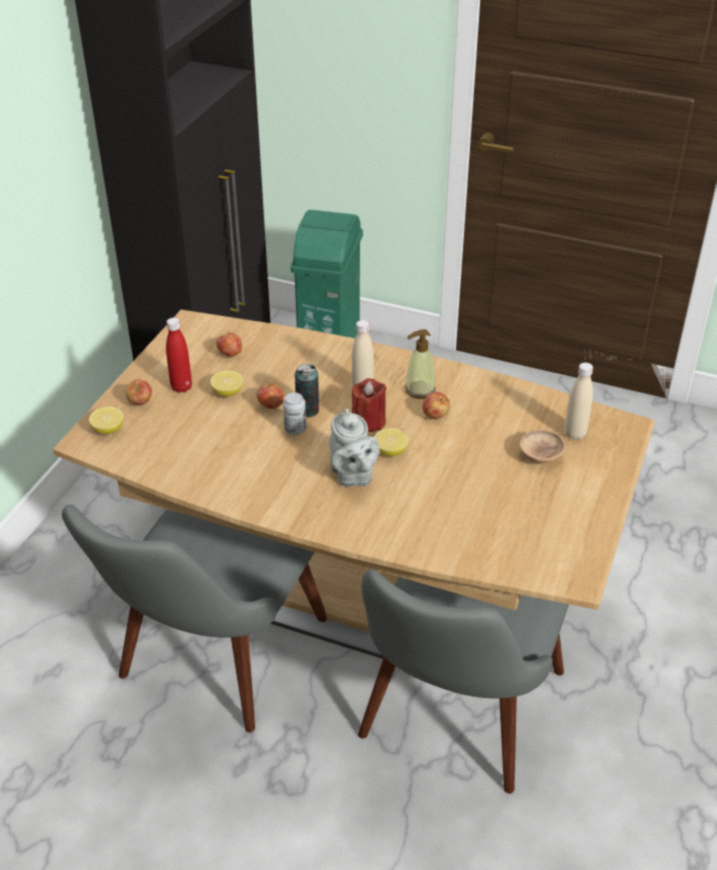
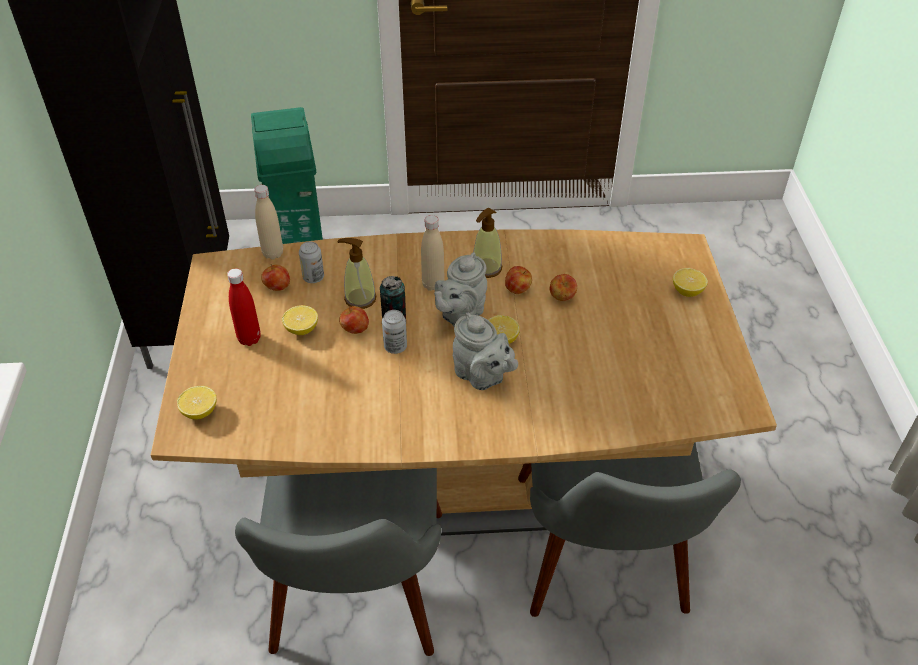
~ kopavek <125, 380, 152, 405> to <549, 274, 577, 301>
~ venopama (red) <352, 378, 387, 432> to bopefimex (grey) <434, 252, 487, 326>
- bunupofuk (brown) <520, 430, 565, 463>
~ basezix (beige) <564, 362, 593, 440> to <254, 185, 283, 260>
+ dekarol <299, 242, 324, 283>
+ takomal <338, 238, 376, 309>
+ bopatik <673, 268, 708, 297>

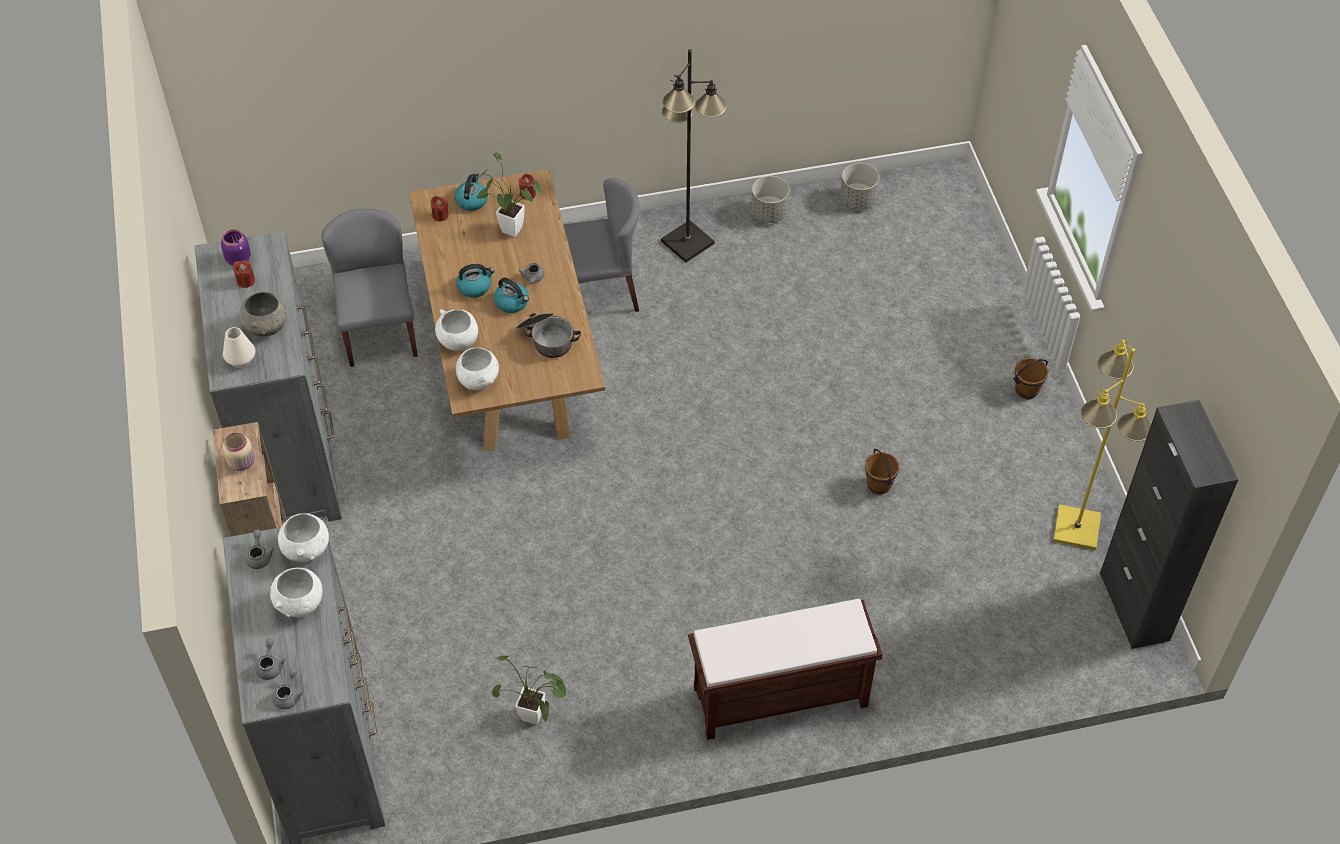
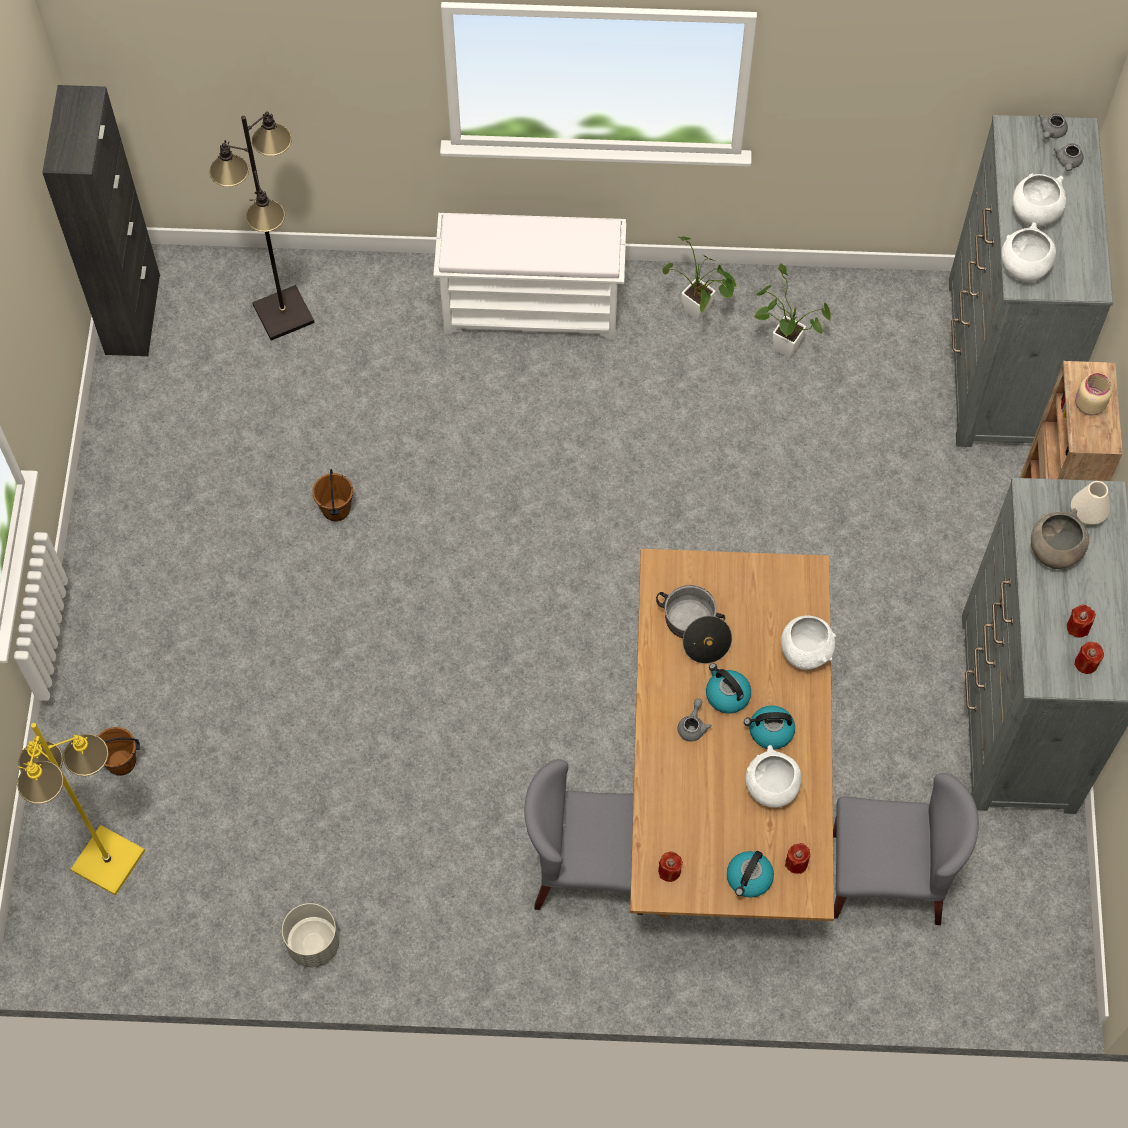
~ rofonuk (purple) <221, 230, 251, 266> to venopama (red) <1074, 642, 1104, 674>
- bopefimex (grey) <245, 530, 275, 569>
~ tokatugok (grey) <321, 209, 418, 367> = <833, 773, 979, 925> 90 degrees counterclockwise
~ bunupofuk (white) <456, 347, 499, 390> to <745, 745, 801, 808>
~ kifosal <476, 152, 543, 237> to <662, 237, 737, 321>
~ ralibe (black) <661, 49, 727, 262> to <209, 112, 315, 341>
~ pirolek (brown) <688, 599, 883, 740> to pirolek (white) <434, 213, 626, 339>
- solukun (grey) <840, 163, 879, 210>
~ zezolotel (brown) <1013, 358, 1049, 400> to <98, 727, 140, 776>
~ ralibe (yellow) <1053, 340, 1152, 550> to <17, 723, 145, 896>

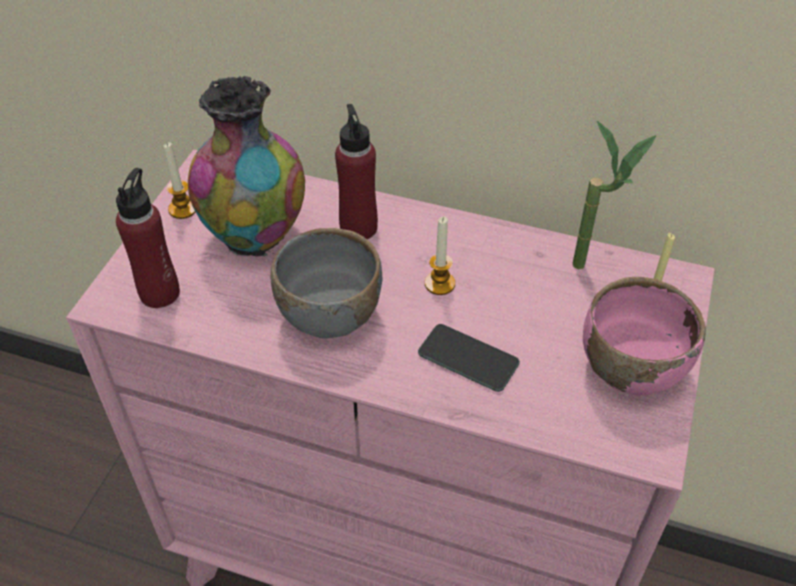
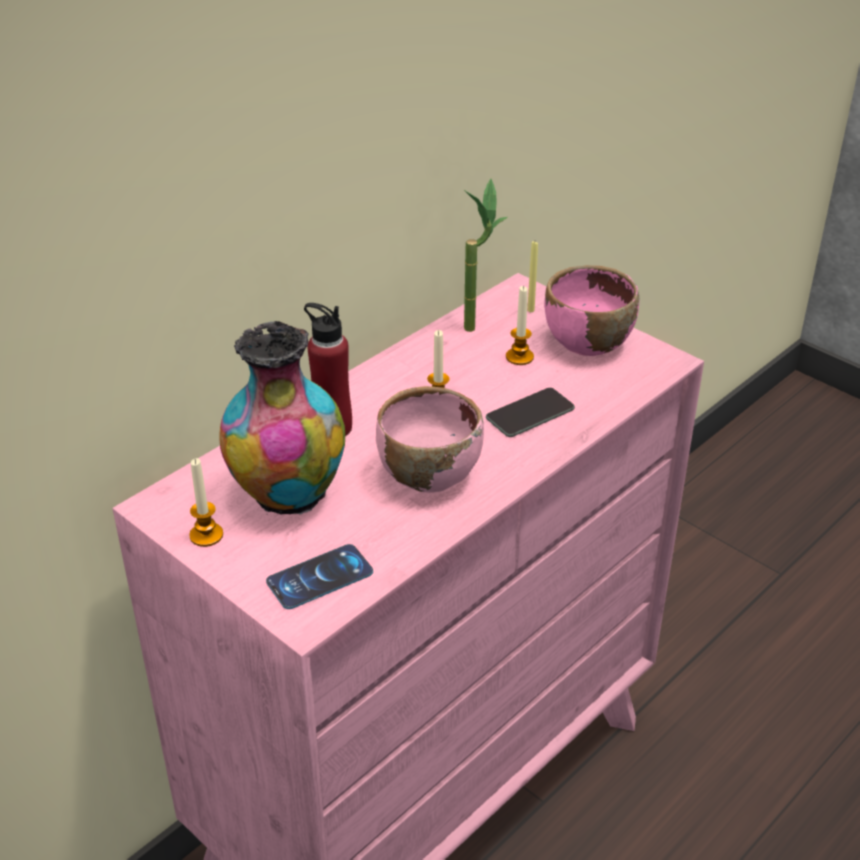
~ basezix (red) <116, 168, 180, 308> to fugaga <266, 544, 373, 609>
~ bunupofuk (grey) <270, 228, 383, 339> to bunupofuk (pink) <376, 386, 484, 492>
+ venopama <506, 286, 534, 365>

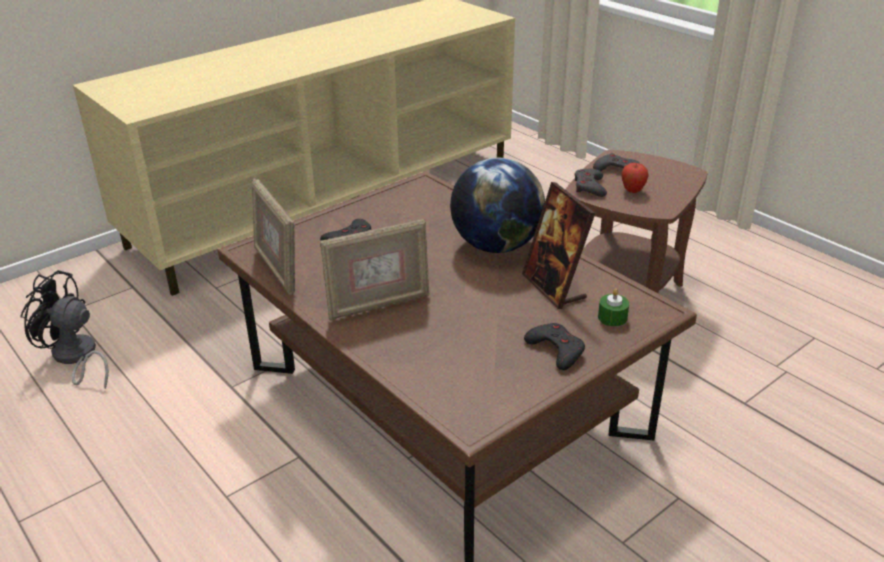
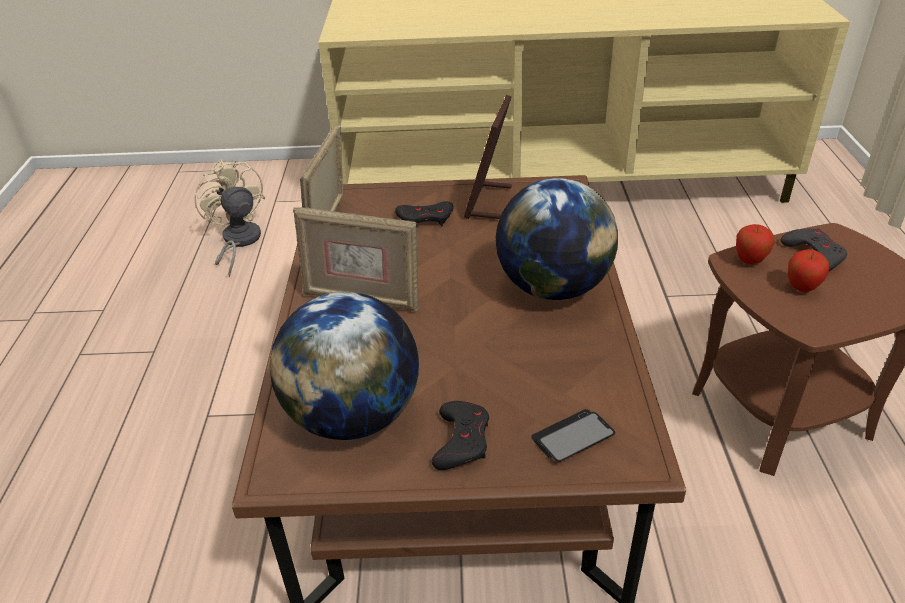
~ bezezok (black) <20, 270, 109, 389> to bezezok (beige) <194, 159, 265, 277>
~ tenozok <522, 182, 595, 309> to <464, 95, 512, 219>
~ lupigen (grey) <575, 169, 607, 197> to kopavek <736, 224, 774, 265>
~ venopama (green) <598, 289, 629, 327> to fugaga <532, 409, 615, 462>
+ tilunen <270, 292, 419, 440>

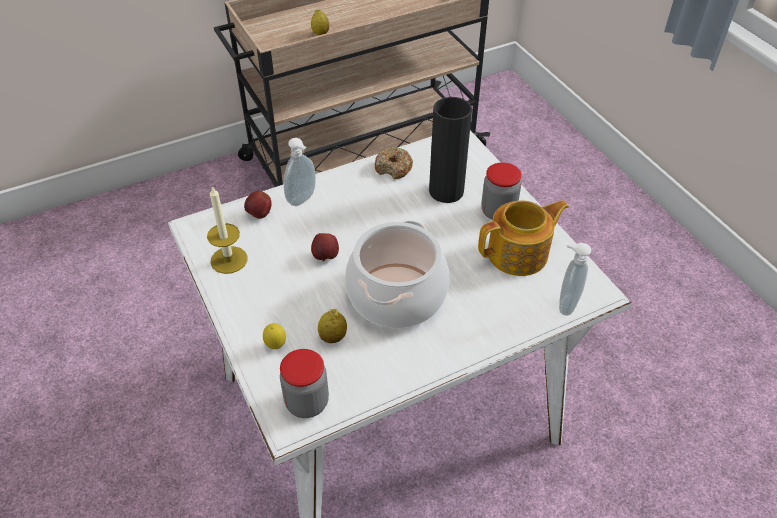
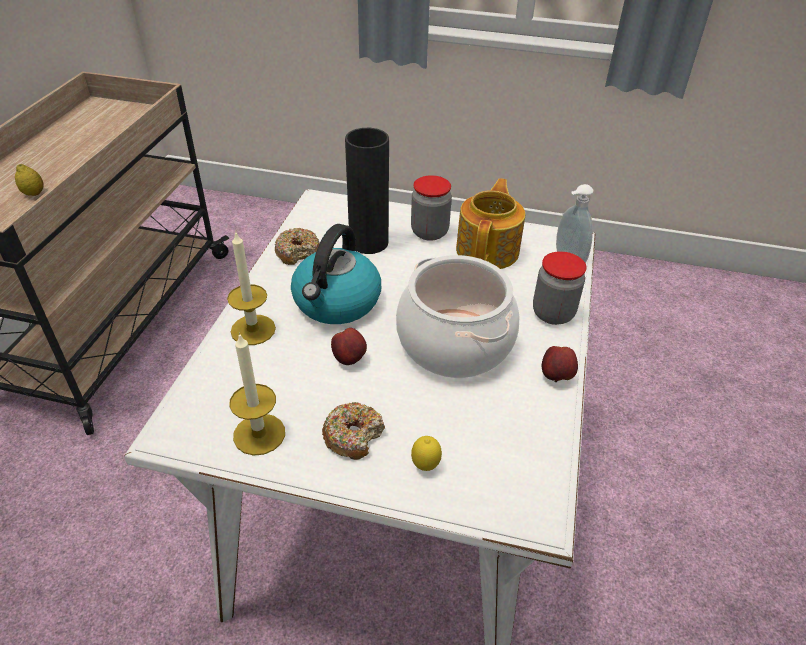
~ kopavek <244, 191, 272, 219> to <542, 346, 578, 382>
~ rofonuk <280, 349, 329, 418> to <533, 251, 587, 325>
~ takomal <284, 138, 316, 206> to venopama <227, 231, 276, 345>
- bopatik <318, 309, 347, 343>
+ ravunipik <291, 224, 381, 324>
+ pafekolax <322, 402, 385, 460>

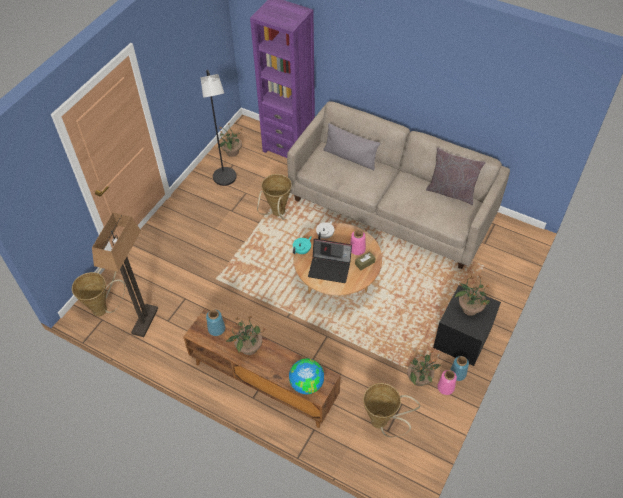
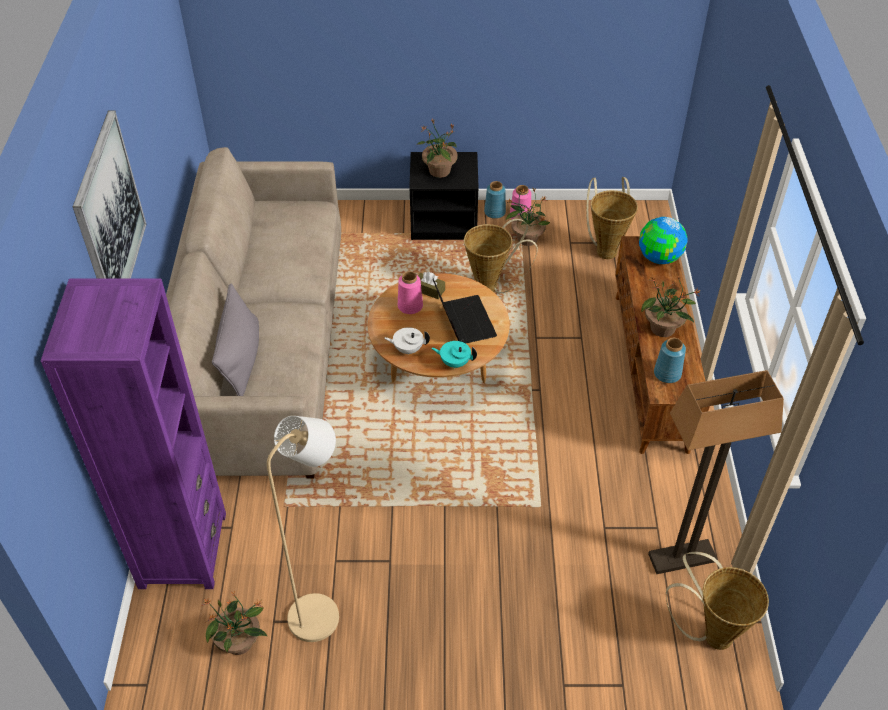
~ ralibe (black) <200, 70, 237, 186> to ralibe (beige) <267, 416, 339, 642>
~ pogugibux <257, 174, 292, 220> to <464, 219, 538, 293>
- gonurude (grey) <426, 147, 486, 205>
+ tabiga <73, 111, 146, 279>

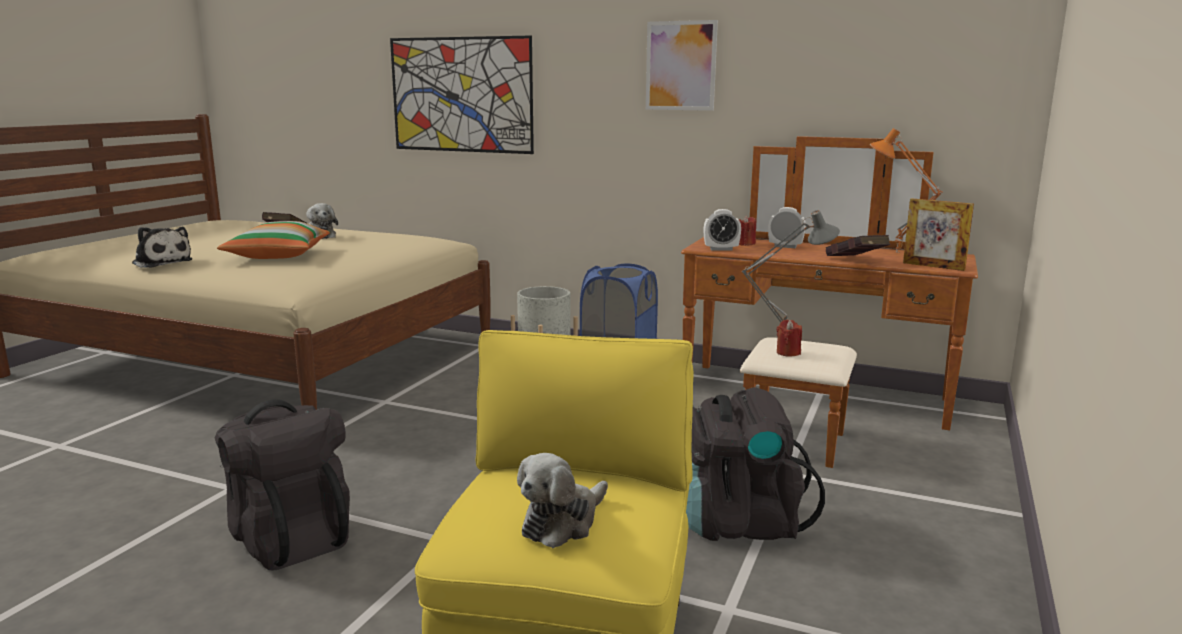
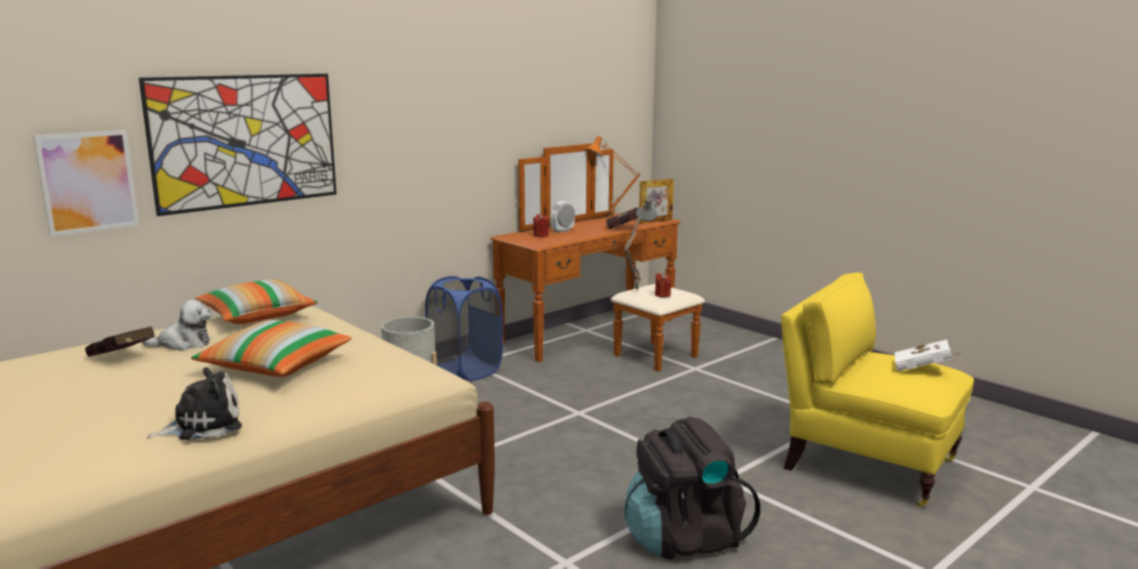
~ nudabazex <517, 453, 608, 548> to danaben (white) <894, 340, 960, 371>
~ tabiga <646, 20, 718, 111> to <33, 130, 139, 236>
- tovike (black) <686, 387, 825, 541>
- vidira <704, 209, 741, 251>
+ gonurude <195, 279, 318, 324>

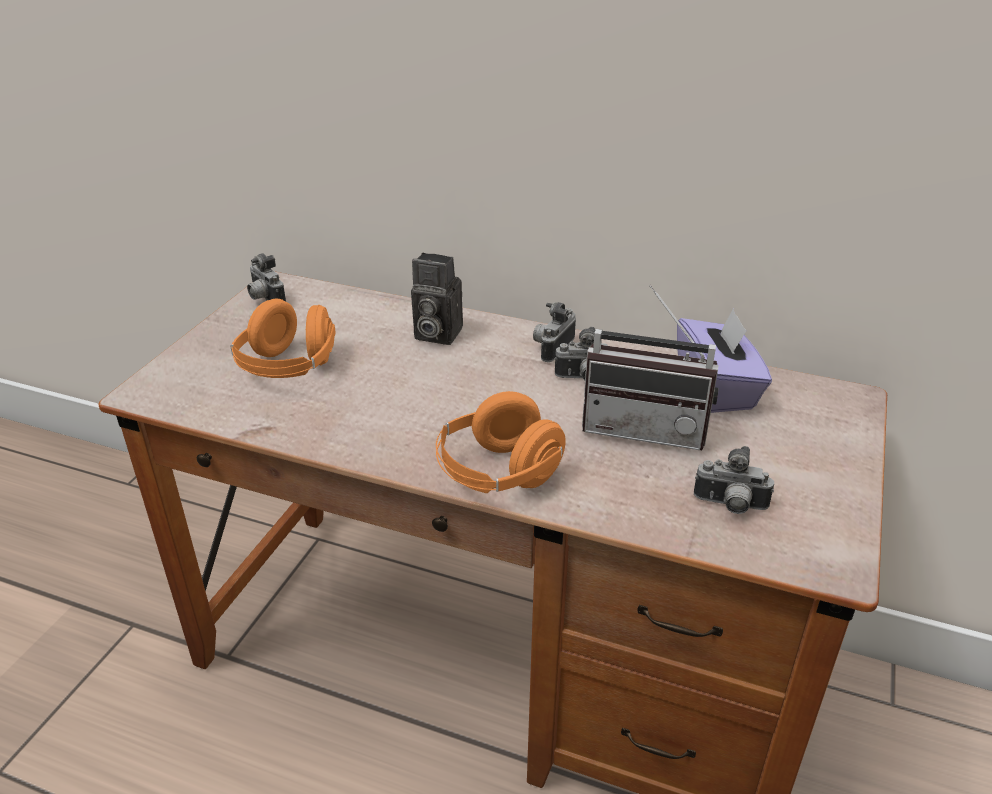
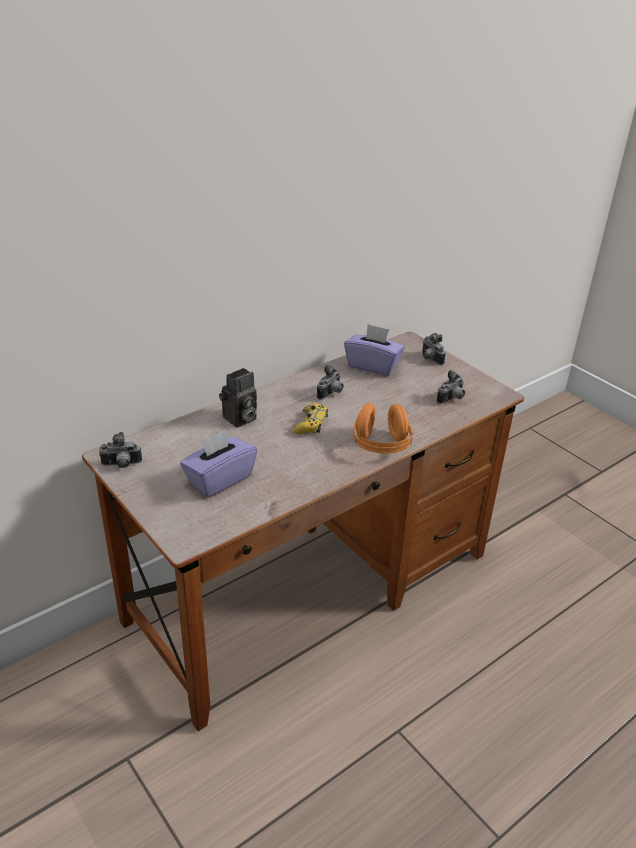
~ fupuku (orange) <231, 299, 336, 378> to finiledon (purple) <180, 429, 257, 497>
~ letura <533, 302, 576, 362> to <422, 333, 446, 365>
- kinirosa <582, 285, 719, 450>
+ lupigen (yellow) <293, 403, 328, 434>

